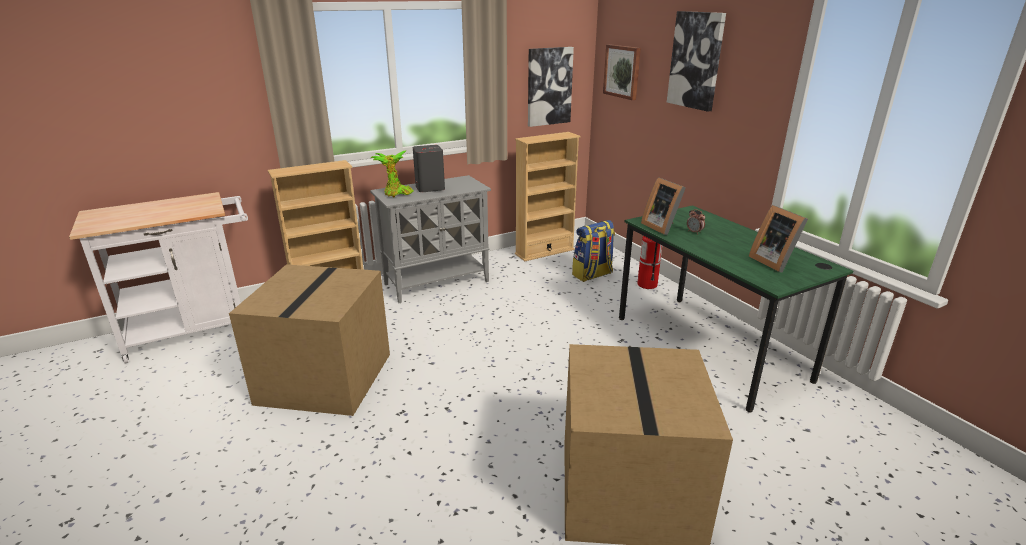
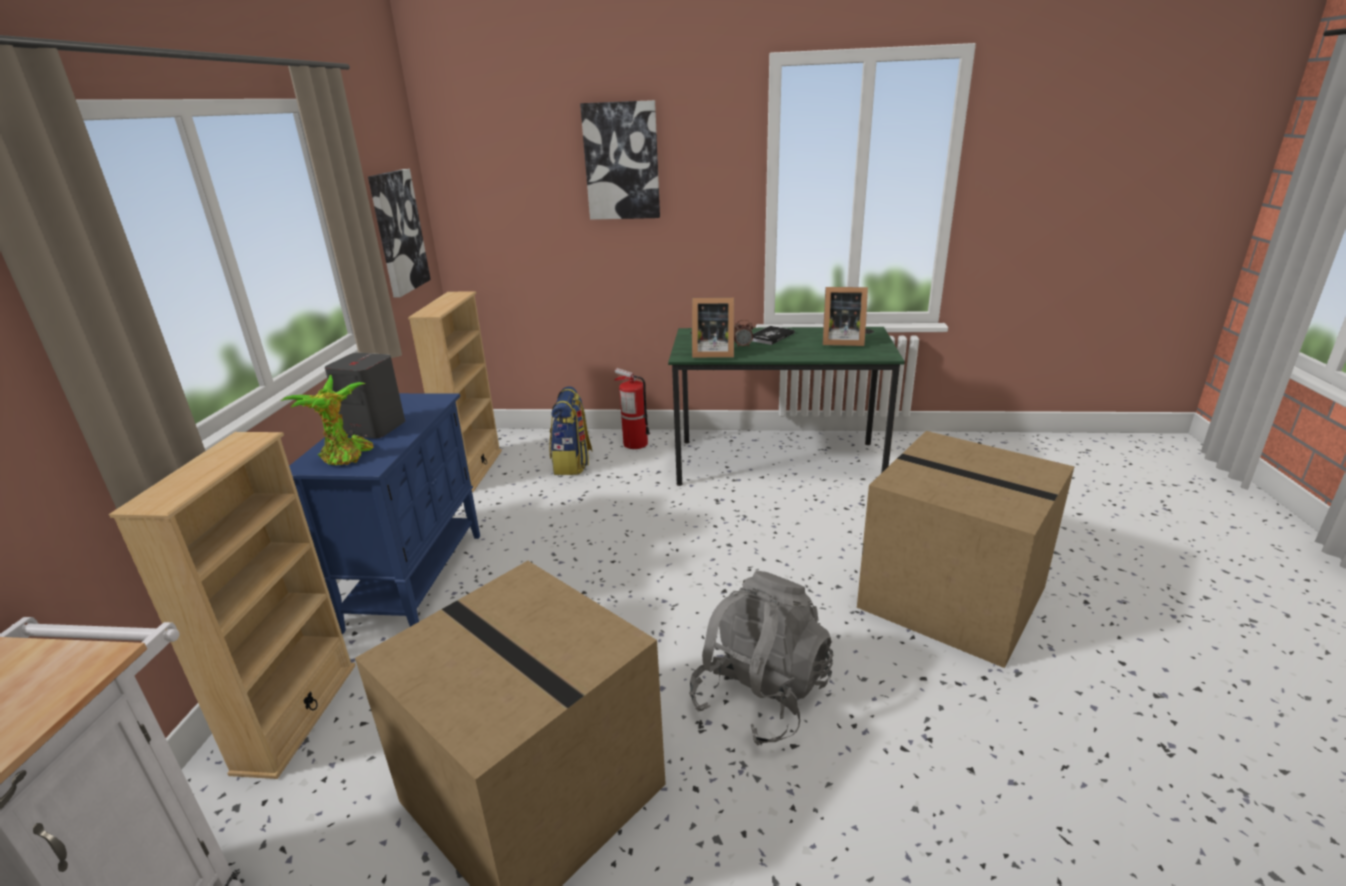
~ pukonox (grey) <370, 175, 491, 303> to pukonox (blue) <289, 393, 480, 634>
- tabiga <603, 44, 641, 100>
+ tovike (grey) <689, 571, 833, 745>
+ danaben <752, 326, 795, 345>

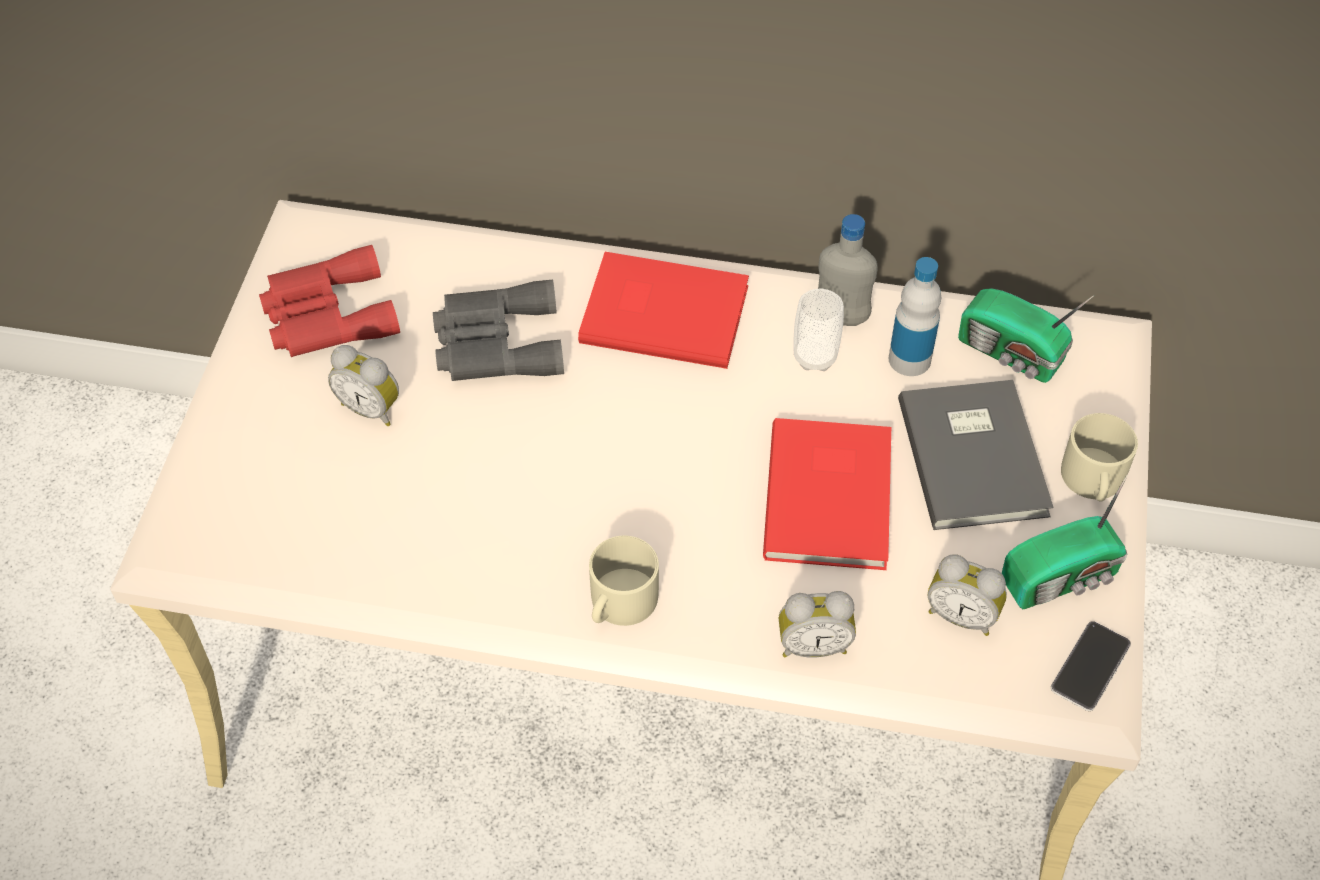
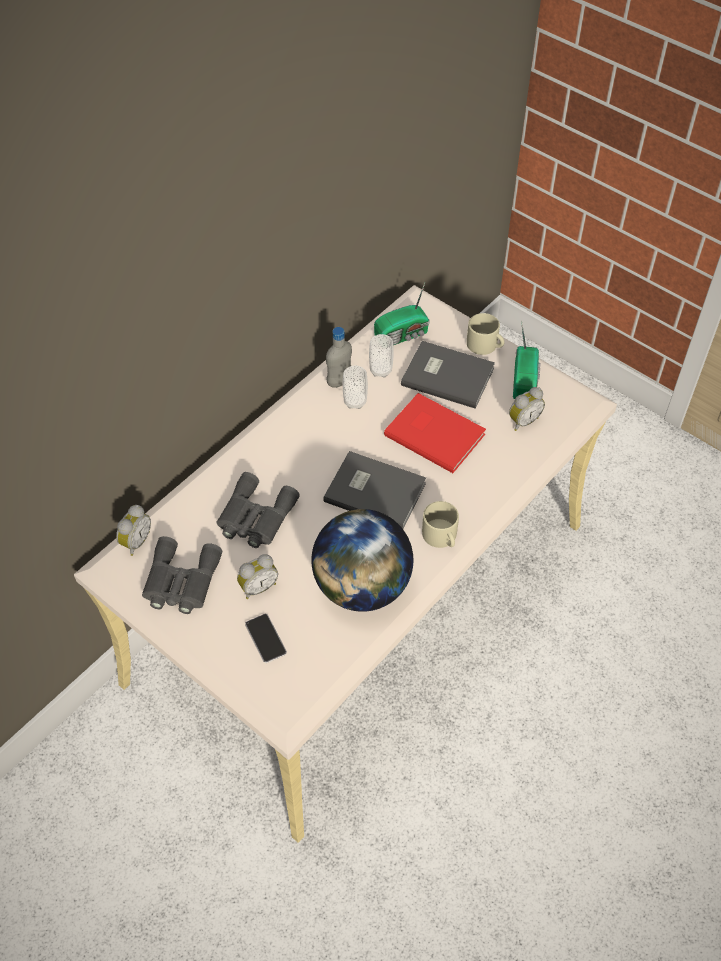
~ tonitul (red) <259, 245, 400, 357> to tonitul (grey) <142, 536, 222, 614>
- danaben (red) <578, 252, 749, 369>
~ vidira <779, 591, 856, 658> to <116, 505, 151, 556>
~ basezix <889, 257, 941, 376> to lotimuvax <369, 334, 394, 378>
~ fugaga <1051, 621, 1131, 711> to <245, 614, 287, 663>
+ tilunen <312, 509, 413, 612>
+ danaben (grey) <323, 451, 426, 529>

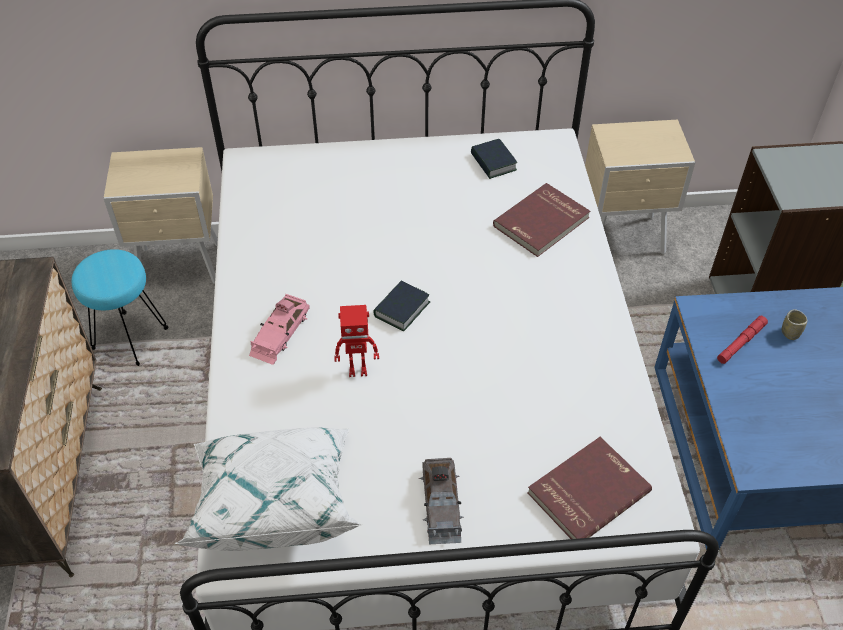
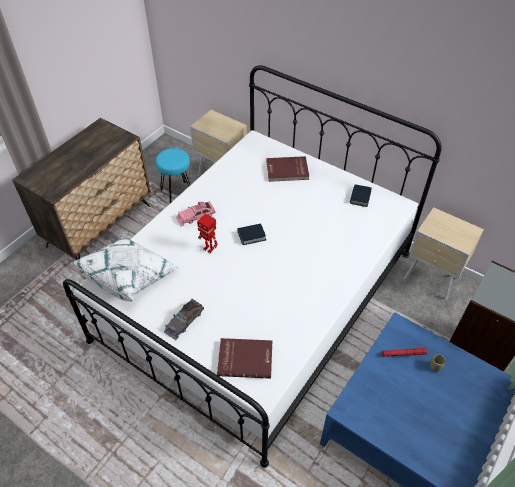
~ danaben (red) <493, 183, 590, 257> to <266, 156, 309, 182>

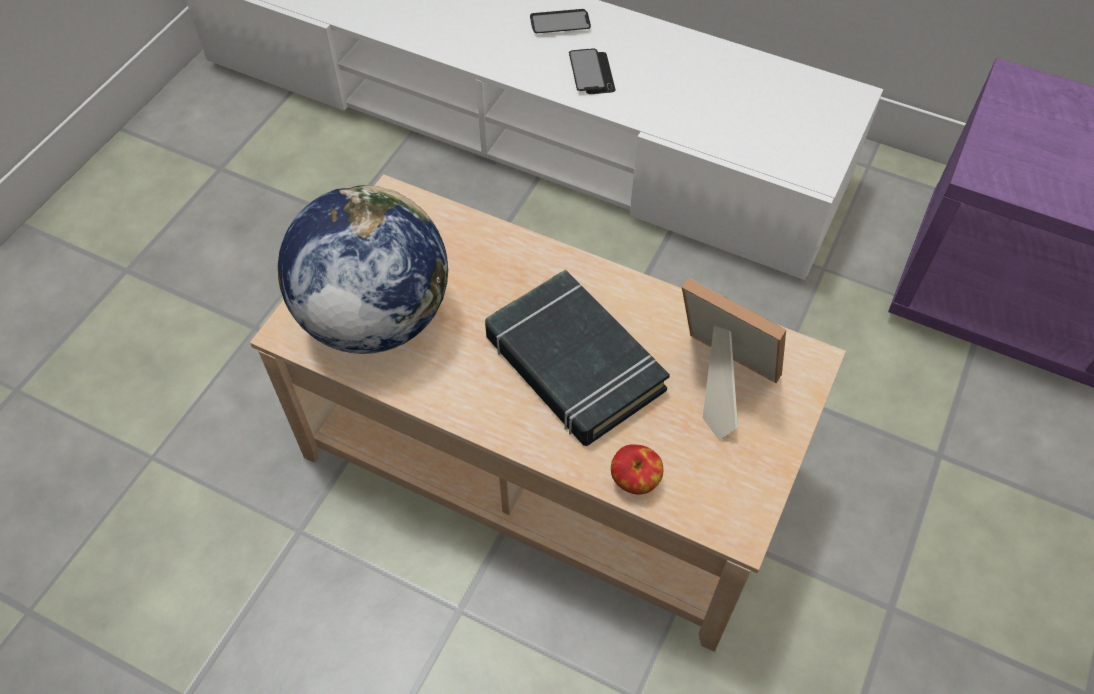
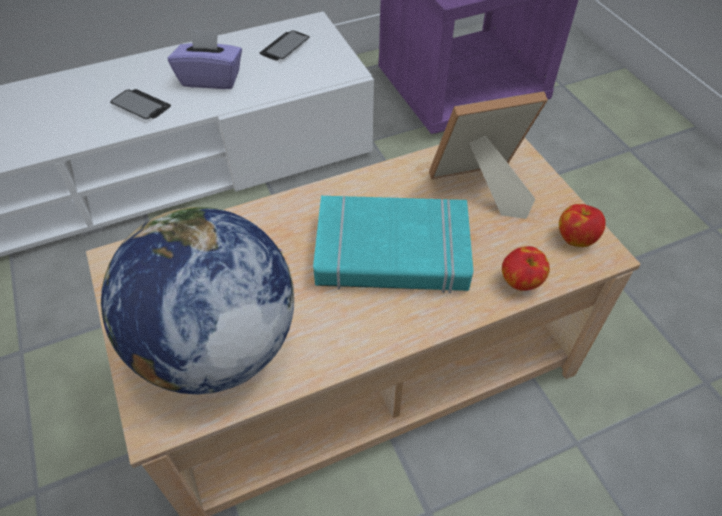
~ danaben (black) <485, 269, 670, 446> to danaben (turquoise) <313, 196, 473, 293>
~ fugaga <530, 9, 591, 33> to <260, 30, 310, 60>
+ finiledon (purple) <168, 29, 242, 89>
+ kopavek <559, 204, 606, 247>

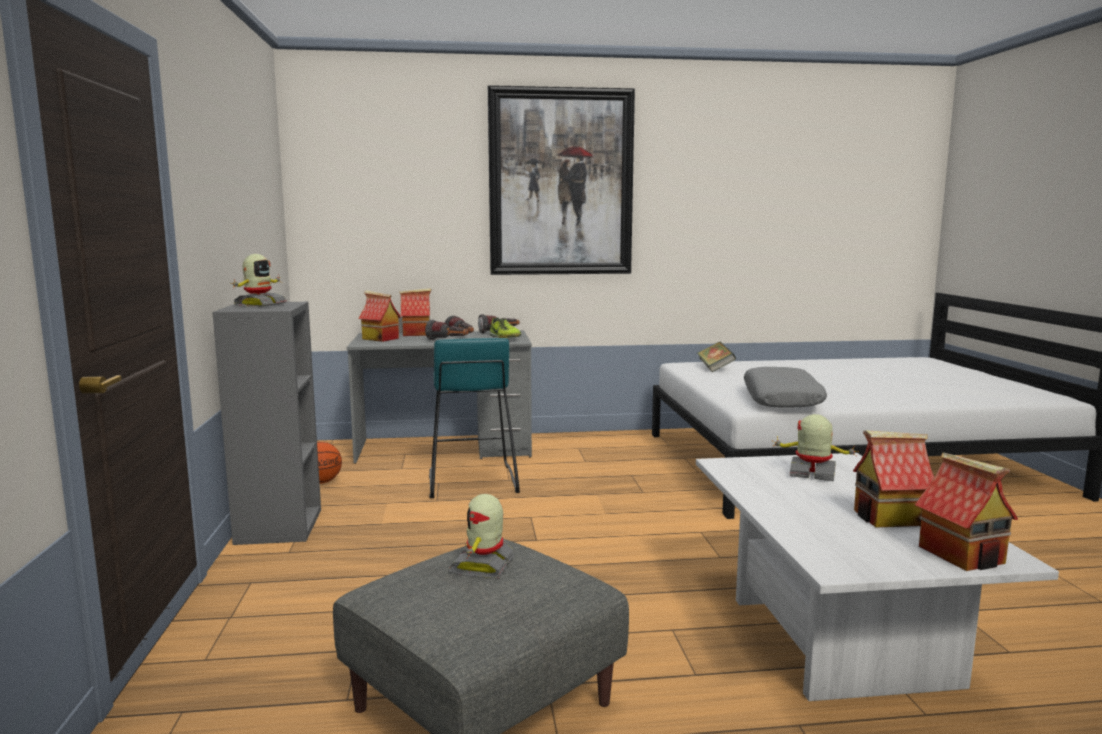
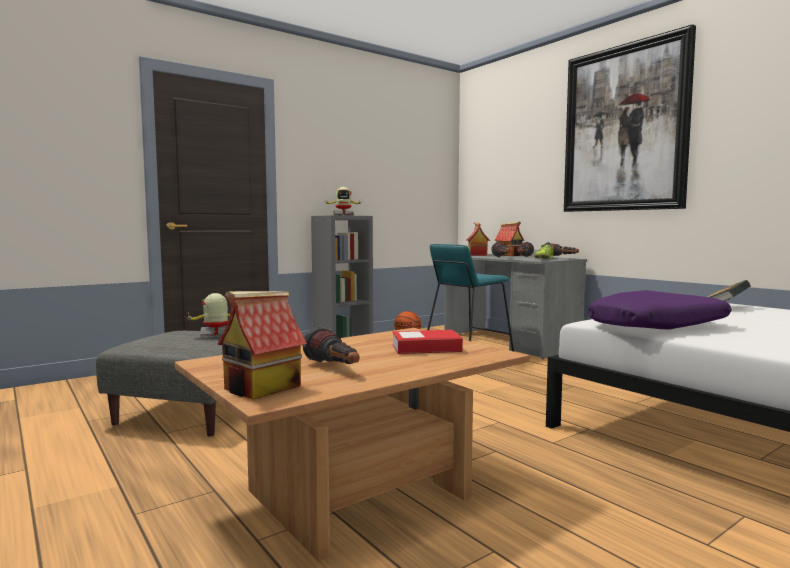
~ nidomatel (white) <696, 453, 1059, 701> to nidomatel (brown) <174, 328, 530, 561>
~ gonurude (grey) <744, 367, 827, 408> to gonurude (purple) <588, 290, 732, 329>
~ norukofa <772, 414, 859, 481> to danaben <392, 330, 463, 354>
~ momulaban <853, 430, 934, 528> to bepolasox <302, 326, 359, 364>

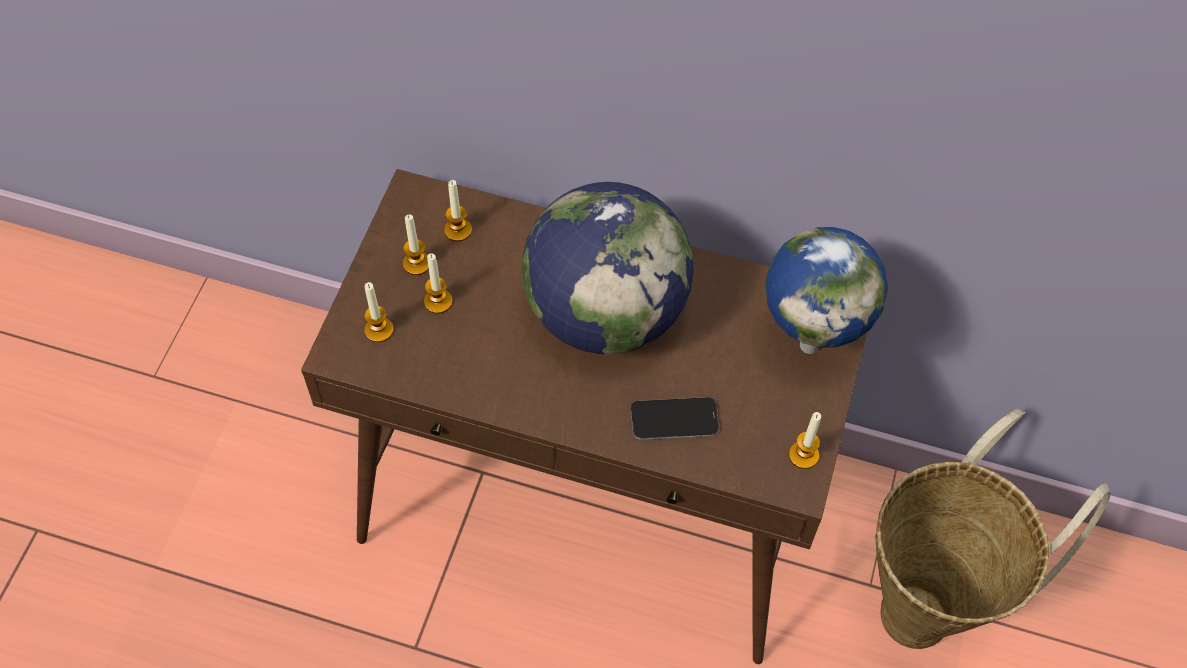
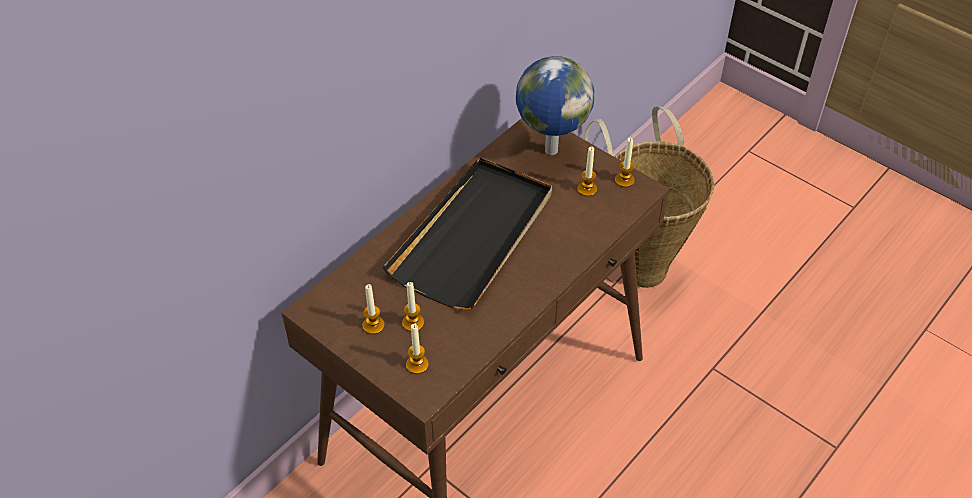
~ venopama <444, 180, 472, 241> to <577, 147, 597, 196>
~ tilunen <522, 182, 694, 354> to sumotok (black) <383, 157, 552, 311>
- fugaga <631, 397, 719, 440>

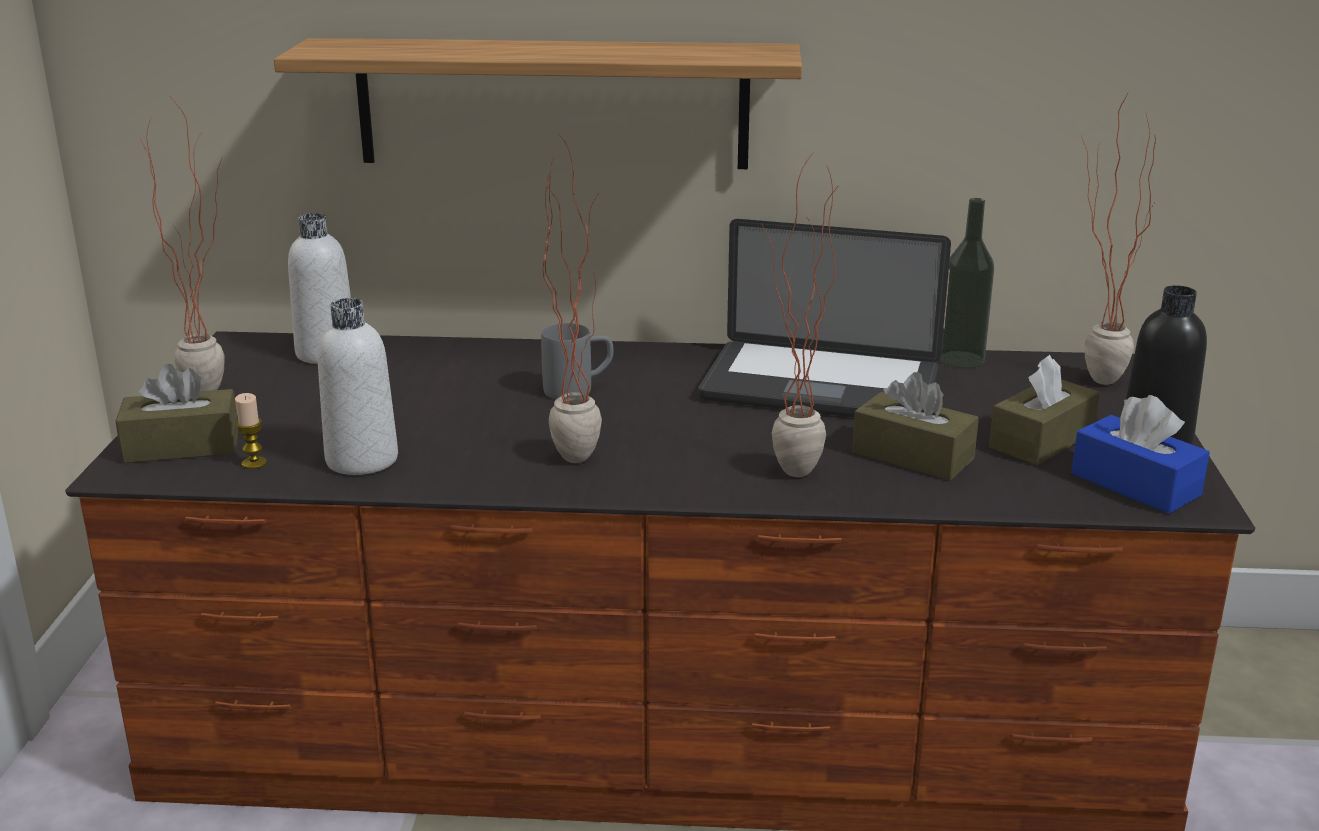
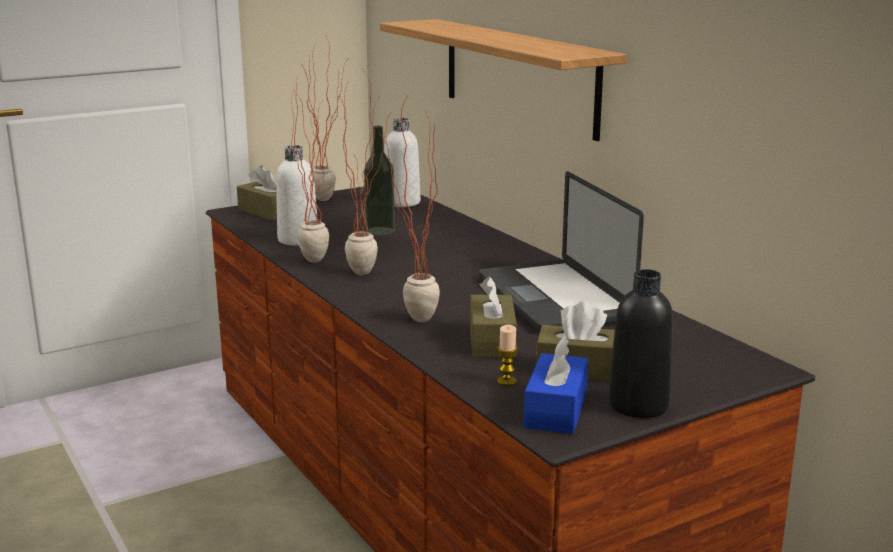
~ venopama <235, 393, 267, 469> to <497, 325, 518, 386>
- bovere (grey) <541, 323, 614, 399>
~ basezix <940, 198, 994, 369> to <364, 126, 395, 236>
~ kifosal <1081, 94, 1156, 385> to <291, 64, 329, 263>

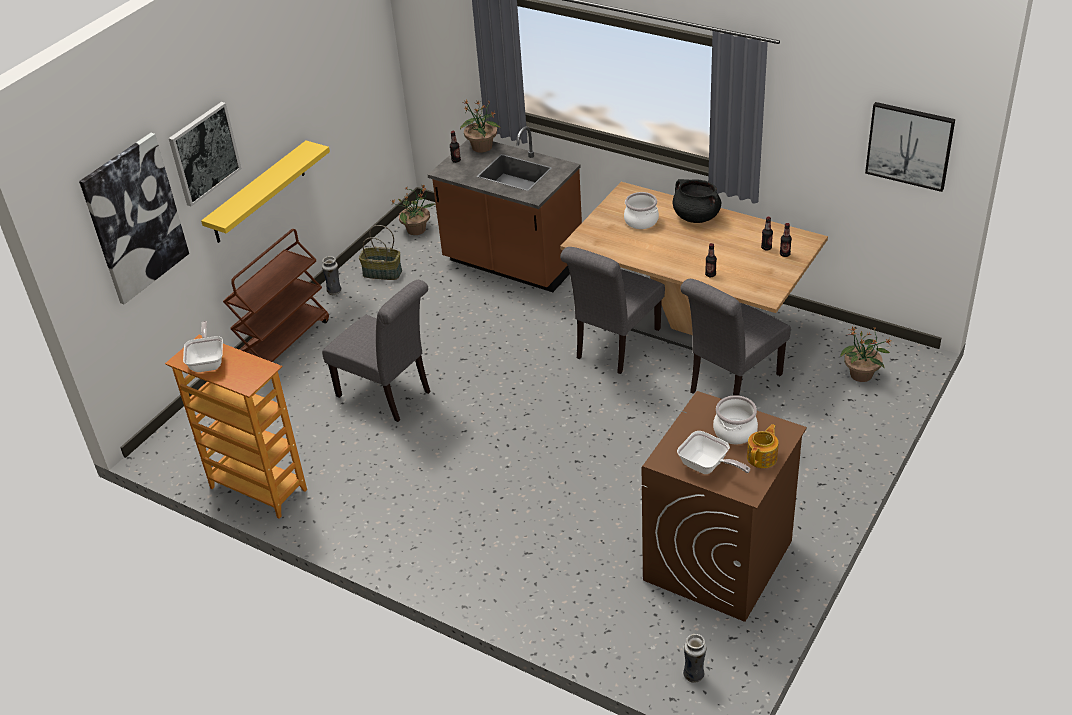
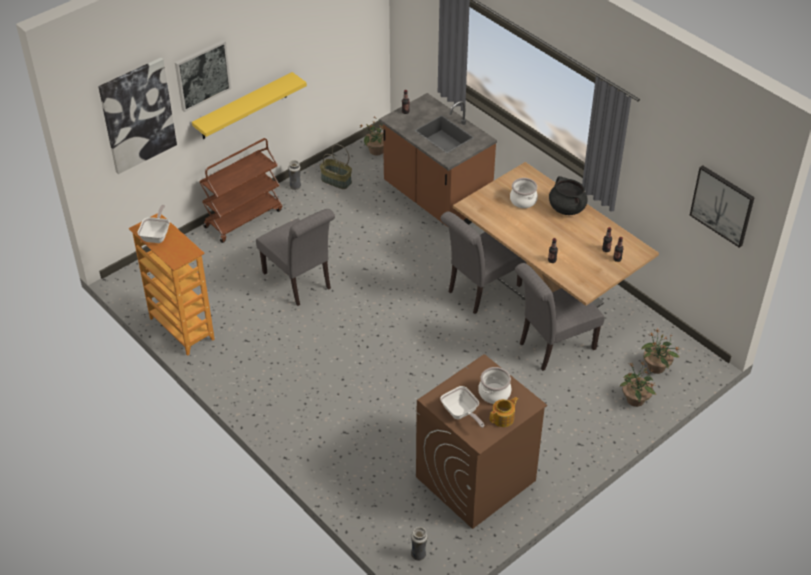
~ kifosal <460, 100, 500, 153> to <620, 360, 656, 407>

